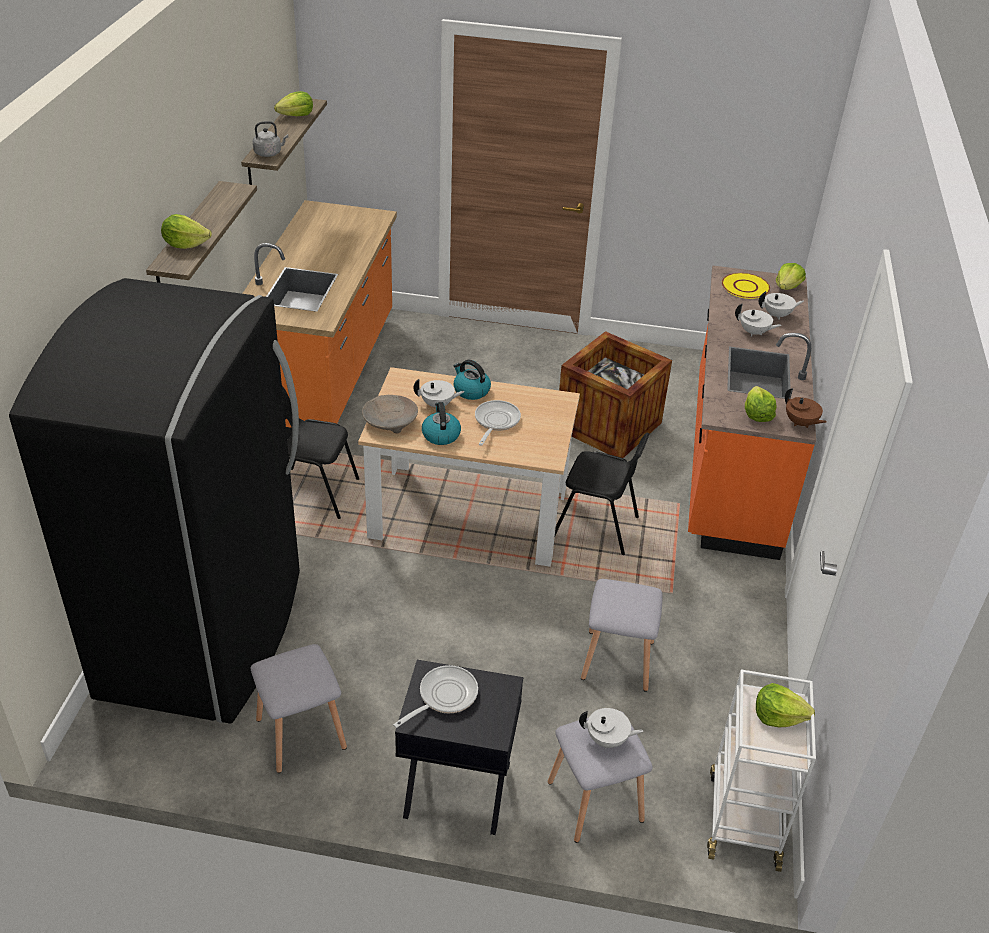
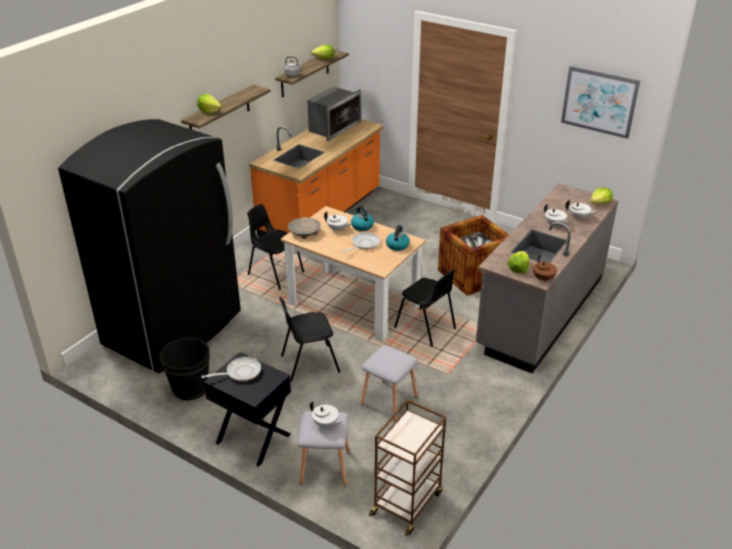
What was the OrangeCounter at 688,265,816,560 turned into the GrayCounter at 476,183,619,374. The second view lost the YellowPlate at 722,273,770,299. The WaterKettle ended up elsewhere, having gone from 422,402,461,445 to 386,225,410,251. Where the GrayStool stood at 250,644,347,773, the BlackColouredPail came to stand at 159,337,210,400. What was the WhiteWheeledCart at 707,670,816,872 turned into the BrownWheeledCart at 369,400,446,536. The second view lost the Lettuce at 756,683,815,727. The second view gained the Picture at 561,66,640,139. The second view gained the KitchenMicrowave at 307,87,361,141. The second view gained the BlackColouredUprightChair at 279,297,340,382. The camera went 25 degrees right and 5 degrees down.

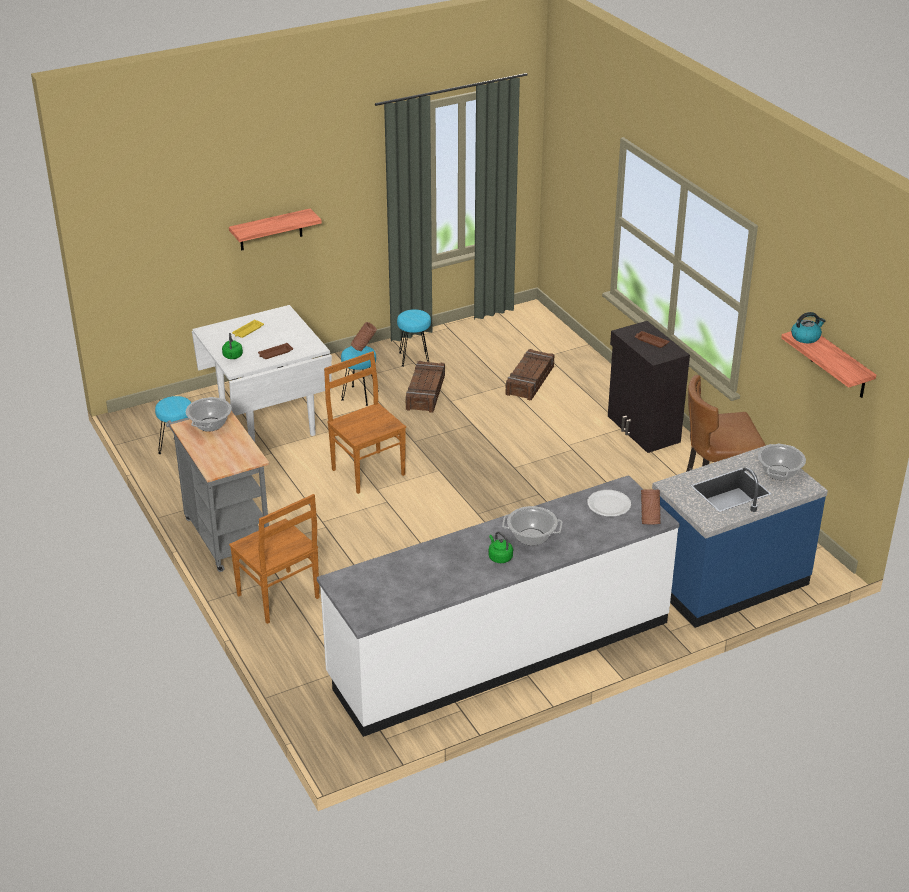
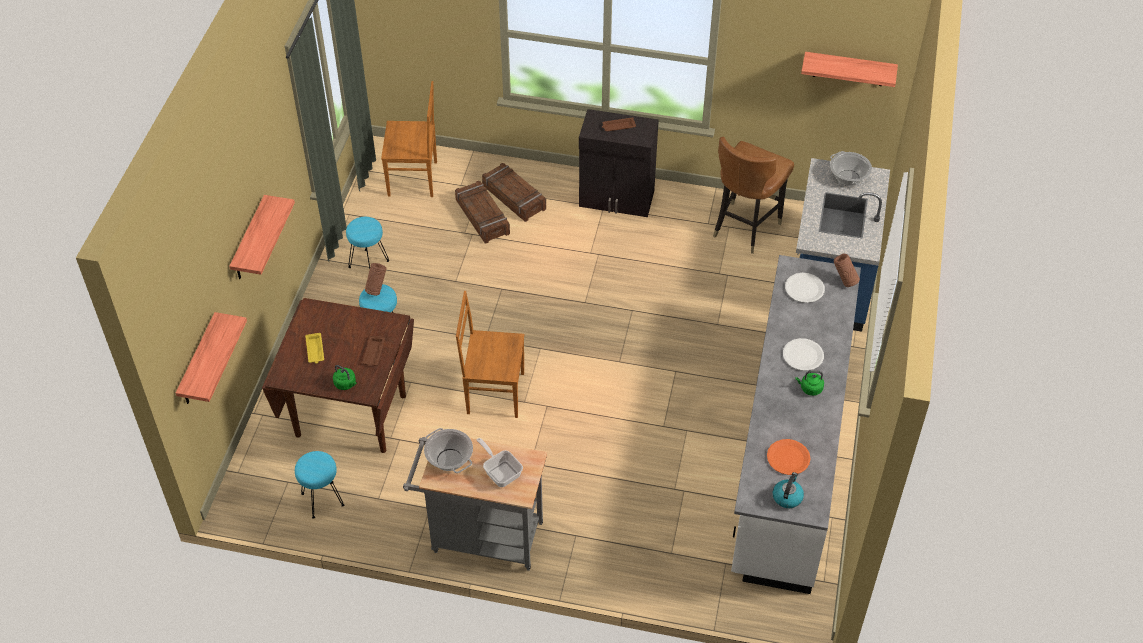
What was the WhiteKitchenTable at 192,305,332,442 turned into the BrownKitchenTable at 262,298,414,453. The WaterKettle ended up elsewhere, having gone from 791,312,825,343 to 773,472,804,508. The Crate ended up elsewhere, having gone from 406,361,445,413 to 482,163,546,222. The BrownUprightChair ended up elsewhere, having gone from 229,494,319,624 to 381,81,437,197. Where the CookingPot stood at 502,506,562,546, the WhitePlate came to stand at 783,338,824,371. The second view gained the BracketShelf at 176,312,247,404. The second view gained the FryingPan at 477,438,523,487. The second view gained the OrangePlate at 767,439,811,475. The camera went 50 degrees left and 15 degrees up.

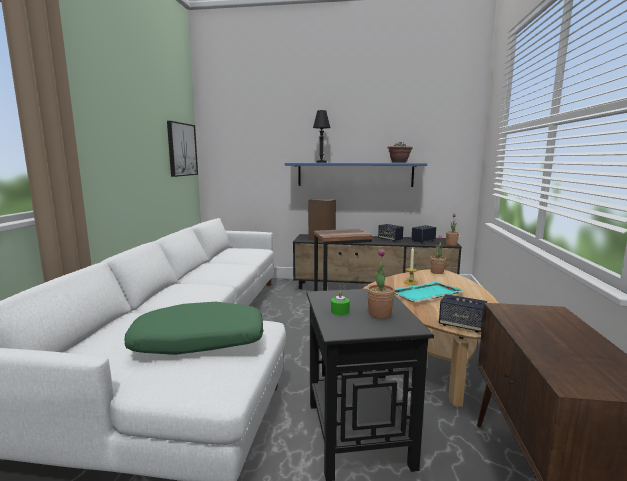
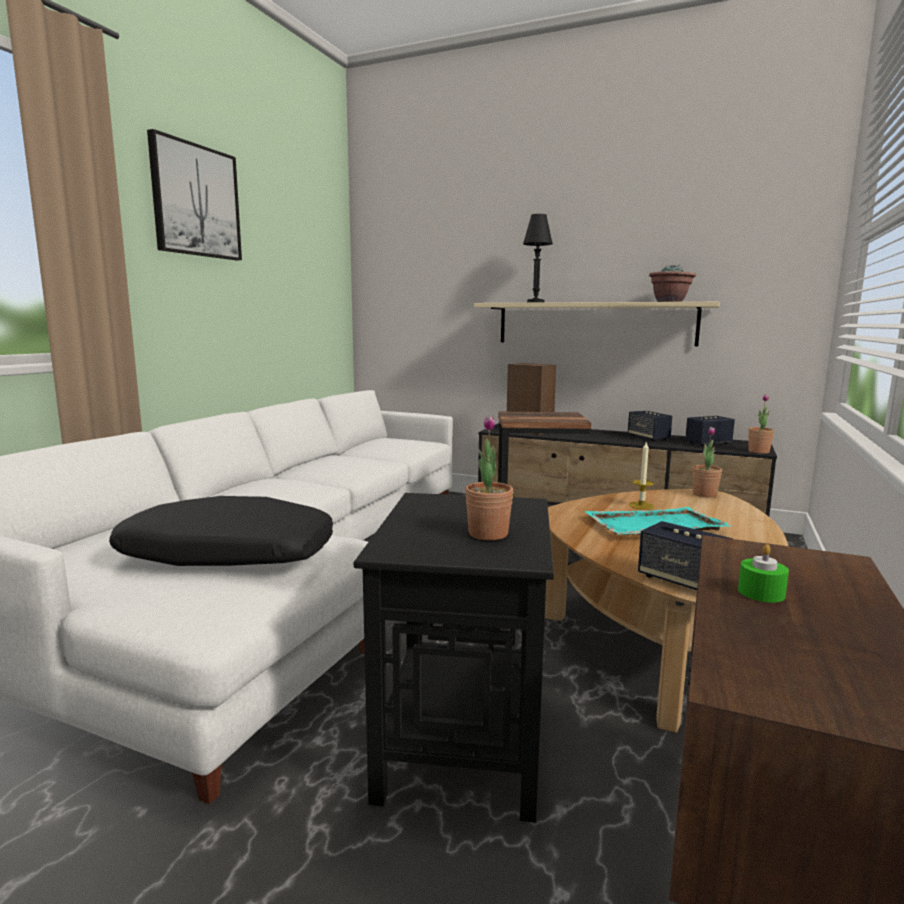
The Picture ended up elsewhere, having gone from 167,121,198,177 to 147,129,242,260. What was the BlueColouredBracketShelf at 285,163,427,187 turned into the SandColouredBracketShelf at 474,302,719,346. The GreenishWaxCandle ended up elsewhere, having gone from 331,291,350,315 to 738,544,789,603. What was the GreenishThrowPillow at 125,302,264,355 turned into the BlackColouredThrowPillow at 109,496,333,566. The camera went 15 degrees right and 0 degrees up.

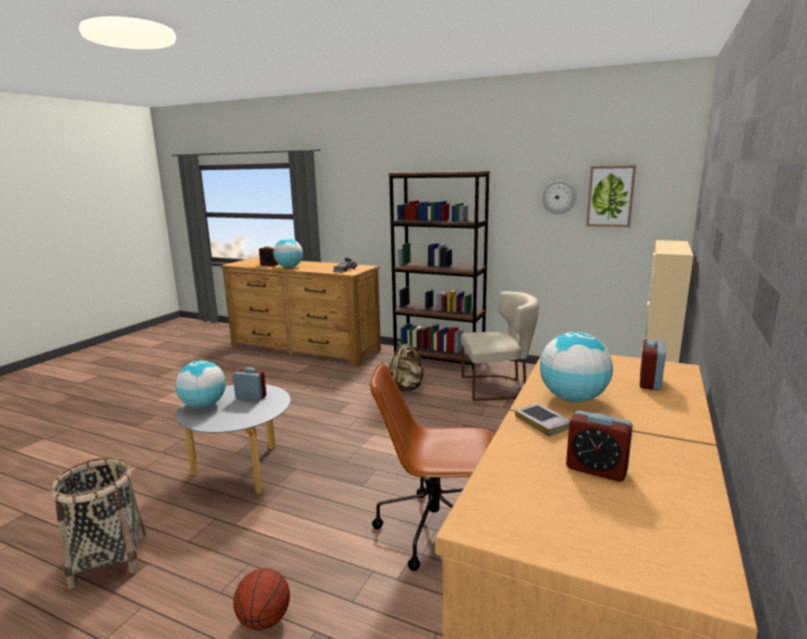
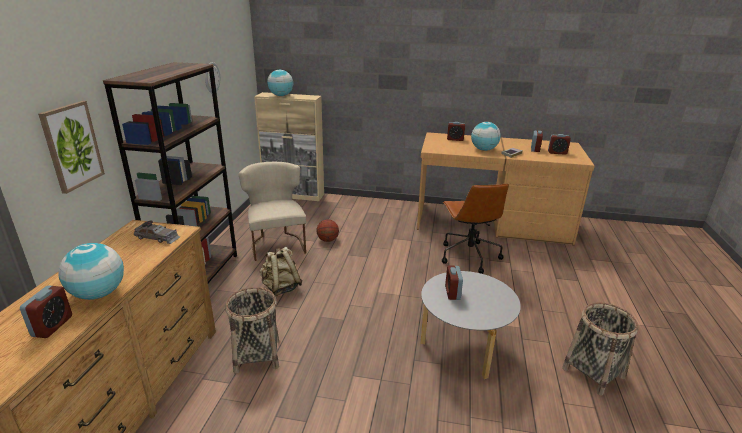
The Picture ended up elsewhere, having gone from 586,165,636,227 to 38,101,105,194. The DeskGlobe ended up elsewhere, having gone from 175,360,226,408 to 267,70,293,96. The BallForBasketball ended up elsewhere, having gone from 233,568,290,630 to 316,219,339,242. The second view gained the BedsideClock at 548,134,571,155. The second view gained the HouseholdBasket at 225,287,279,374. The camera went 105 degrees left and 10 degrees up.

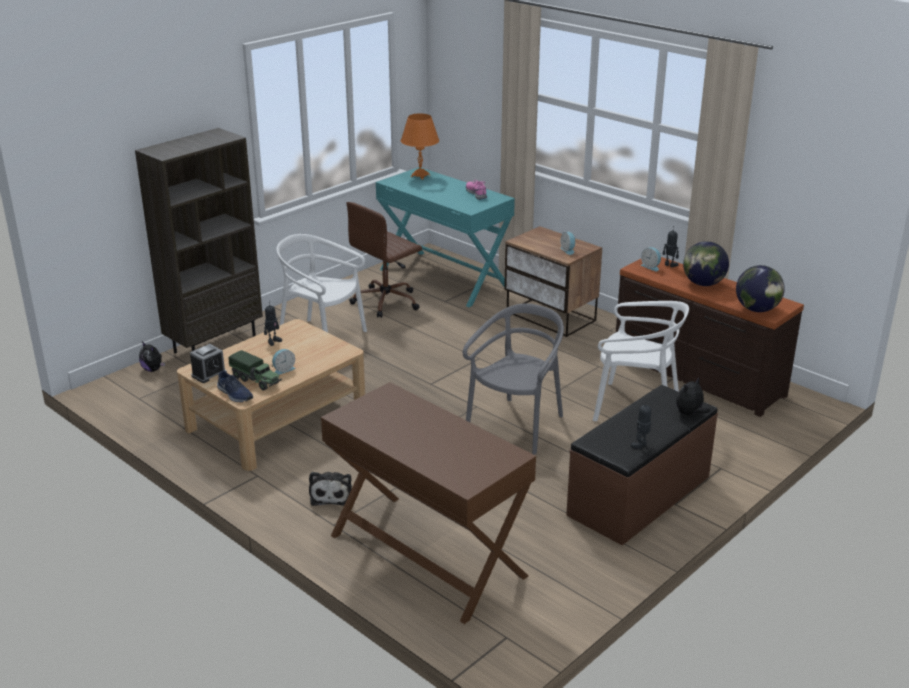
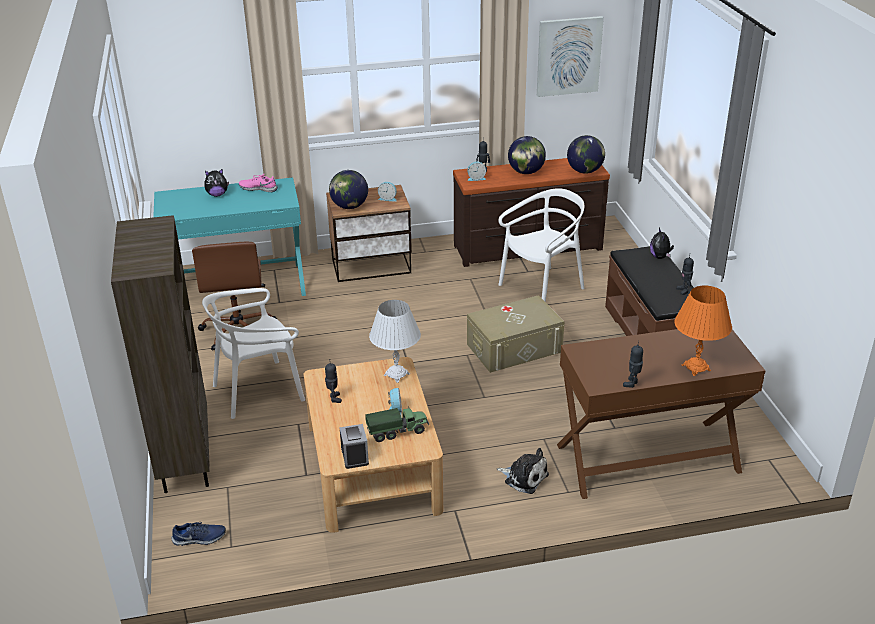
The OrangeLampForATable ended up elsewhere, having gone from 401,113,439,180 to 674,286,732,376. Where the GrayUprightChair stood at 463,303,564,455, the SandColouredStorageBin came to stand at 467,295,565,373. The PlushToy ended up elsewhere, having gone from 139,341,165,372 to 204,169,229,197. The BlueColouredLowShoe ended up elsewhere, having gone from 217,370,253,402 to 172,522,226,546. The second view gained the Picture at 537,16,604,97. The second view gained the DeskGlobe at 329,170,368,209. The second view gained the WhiteLampForATable at 369,300,421,383. The second view gained the RobotFigure at 623,345,643,388. The camera went 55 degrees left and 5 degrees up.

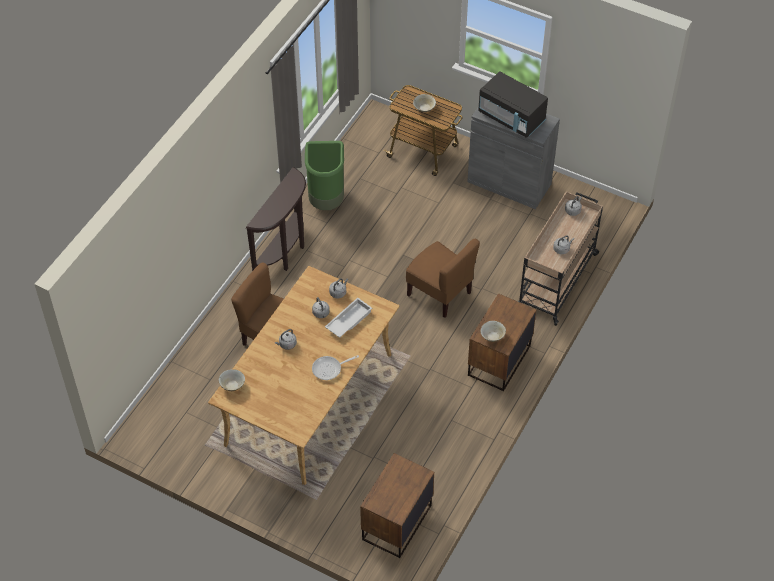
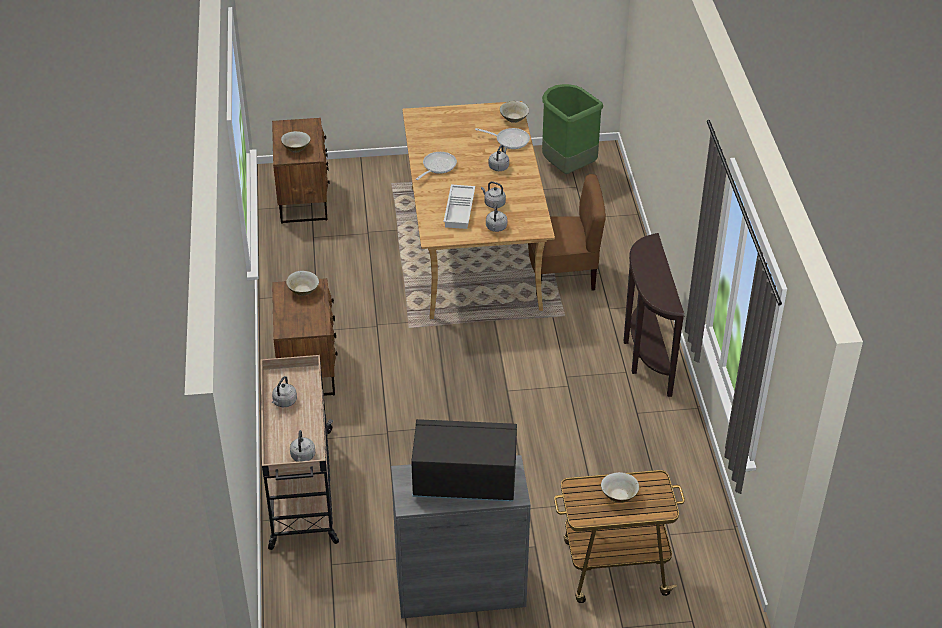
The GreenishRubbishBin ended up elsewhere, having gone from 305,141,344,210 to 542,84,603,174. The second view lost the BrownUprightChair at 406,239,480,318. The second view gained the FryingPan at 475,128,530,149. The second view gained the SandColouredDeepDish at 281,131,311,152. The camera went 145 degrees right and 10 degrees down.

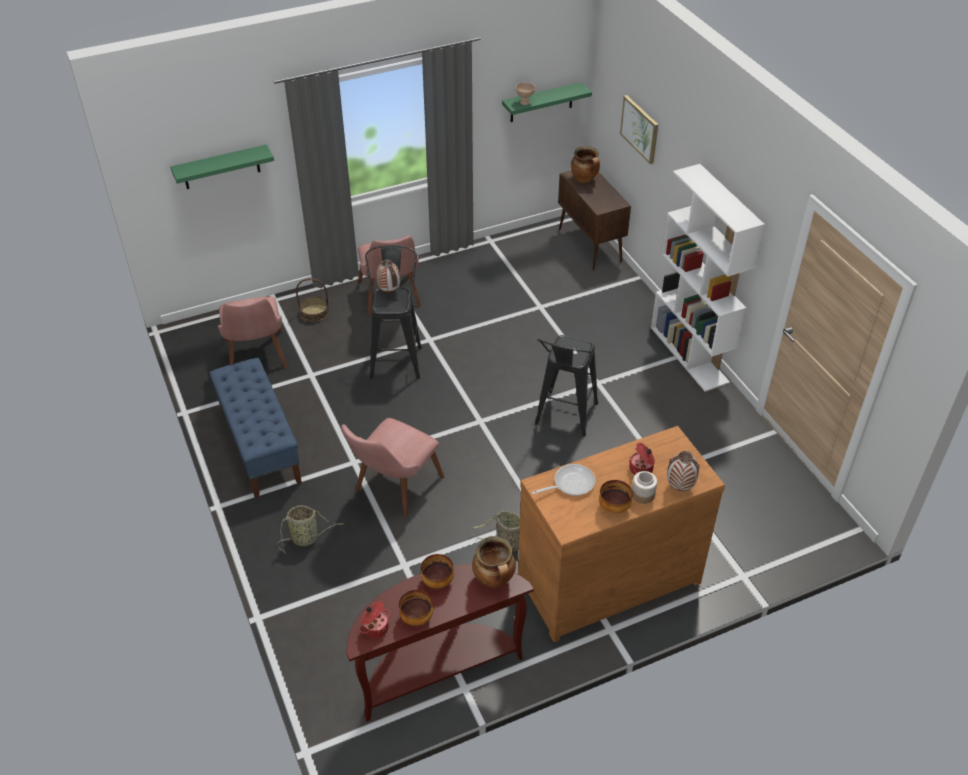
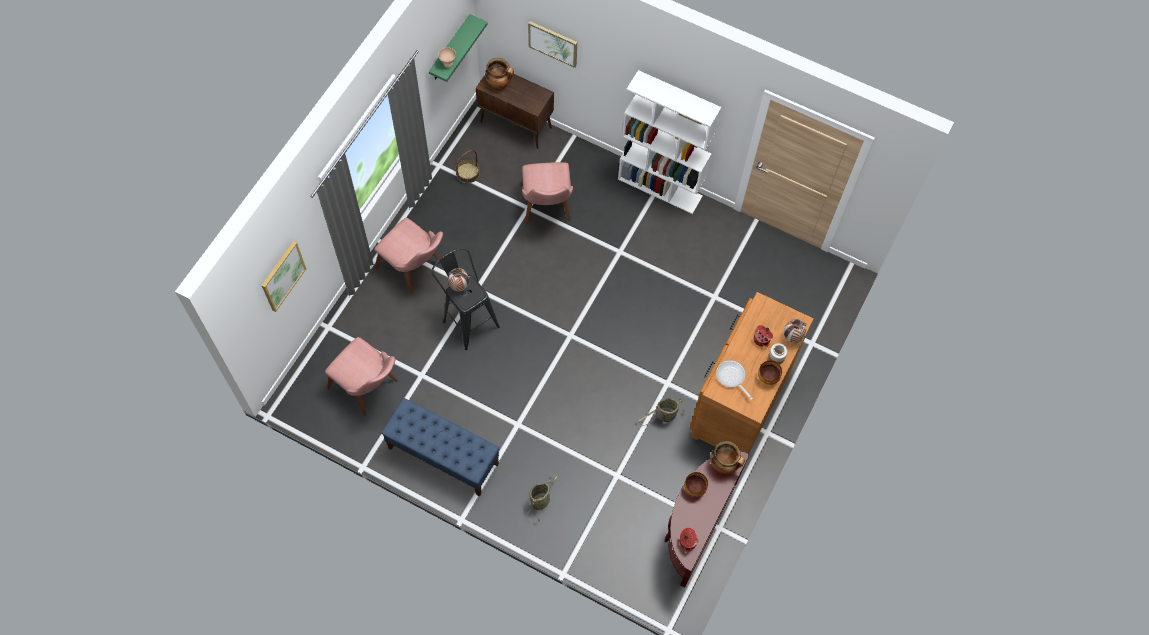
Where the GreenishBracketShelf hung at 170,144,274,189, the Picture came to hang at 261,241,306,312. The HouseholdBasket ended up elsewhere, having gone from 296,278,329,322 to 455,150,480,183. The second view lost the BlackColouredStool at 535,335,598,436. The PinkishUprightChair ended up elsewhere, having gone from 341,418,444,517 to 520,162,573,224. The FryingPan at 532,464,595,496 ended up facing another way, 60 degrees counterclockwise from before. The second view lost the DeepDish at 399,590,433,626. The camera went 40 degrees left and 20 degrees up.

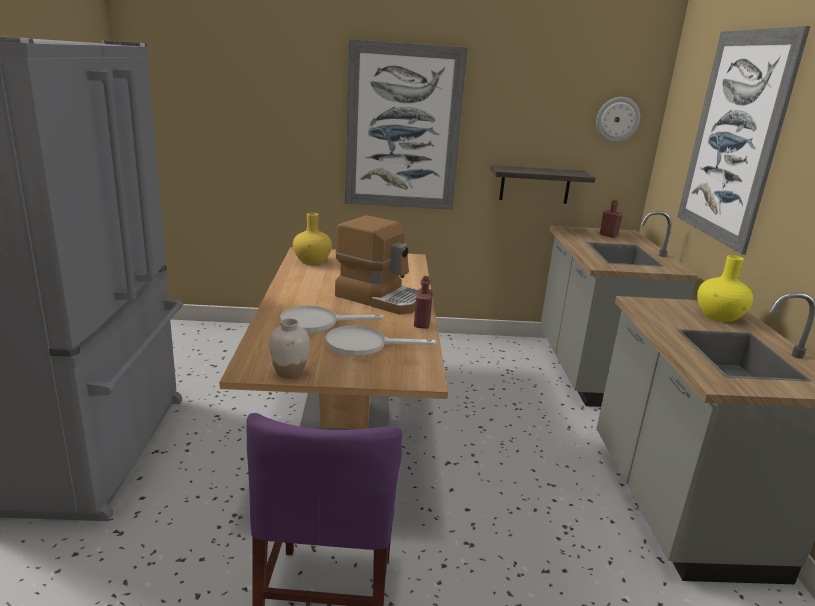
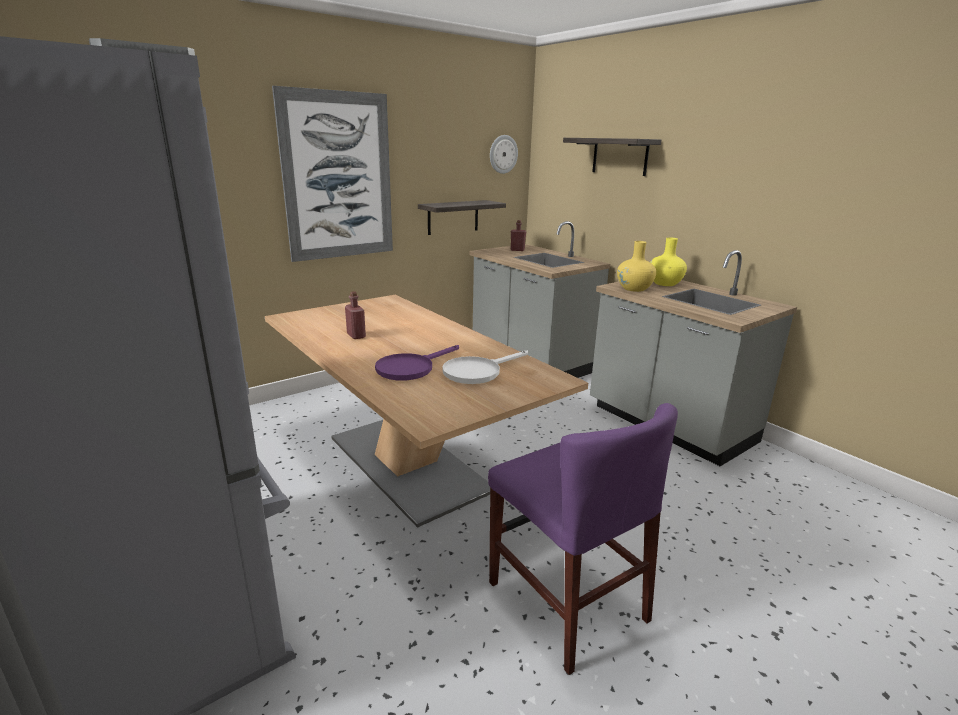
Where the Picture hung at 677,26,810,255, the BracketShelf came to hang at 563,138,661,176. The YellowVase ended up elsewhere, having gone from 293,213,332,264 to 617,241,656,292. The second view lost the CoffeeMaker at 335,215,418,315. The RedColouredDrinkBottle ended up elsewhere, having gone from 414,276,433,329 to 345,291,366,339. What was the WhiteFryingPan at 280,306,384,333 turned into the PurpleColouredFryingPan at 375,345,459,381. The second view lost the WhiteVase at 269,318,310,379. The camera went 35 degrees left and 0 degrees up.

